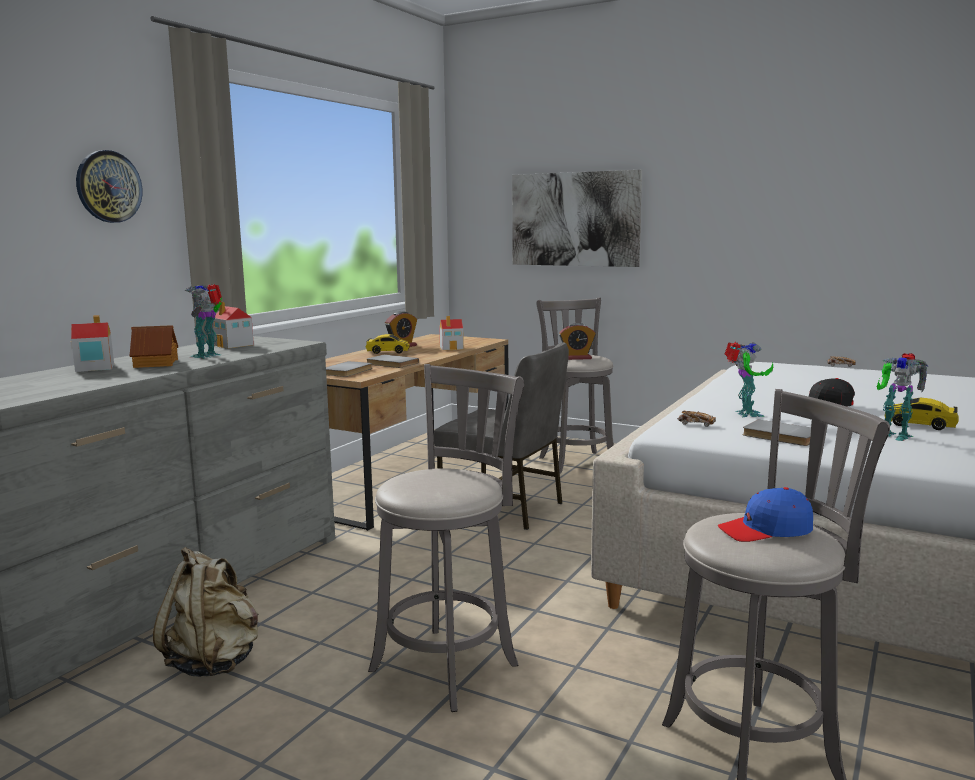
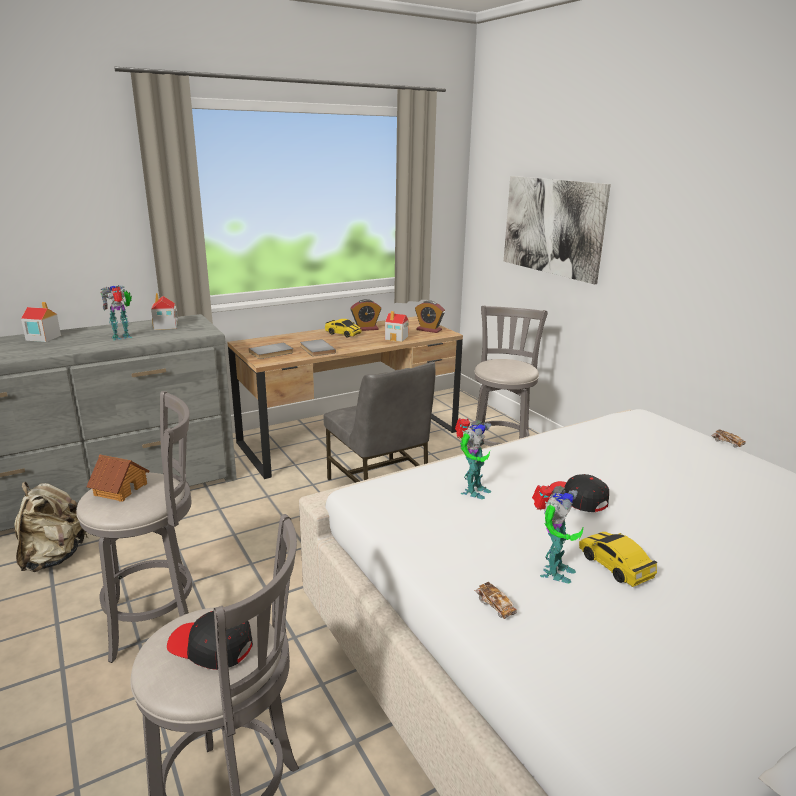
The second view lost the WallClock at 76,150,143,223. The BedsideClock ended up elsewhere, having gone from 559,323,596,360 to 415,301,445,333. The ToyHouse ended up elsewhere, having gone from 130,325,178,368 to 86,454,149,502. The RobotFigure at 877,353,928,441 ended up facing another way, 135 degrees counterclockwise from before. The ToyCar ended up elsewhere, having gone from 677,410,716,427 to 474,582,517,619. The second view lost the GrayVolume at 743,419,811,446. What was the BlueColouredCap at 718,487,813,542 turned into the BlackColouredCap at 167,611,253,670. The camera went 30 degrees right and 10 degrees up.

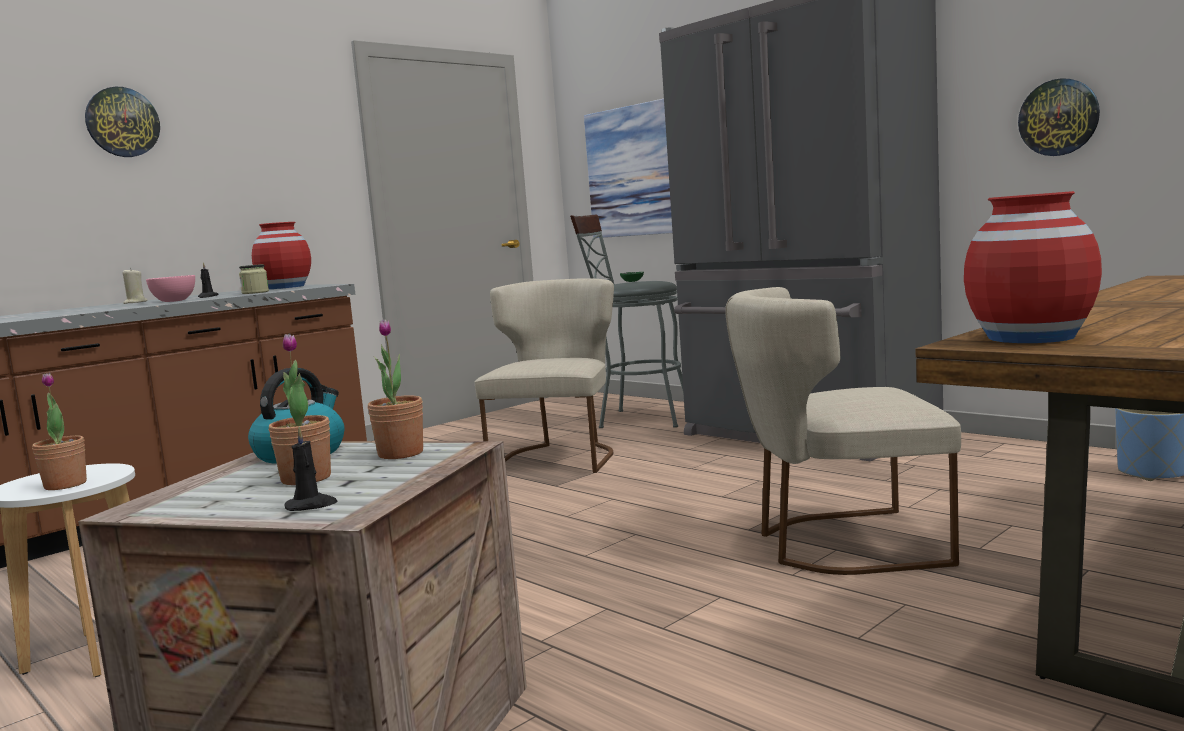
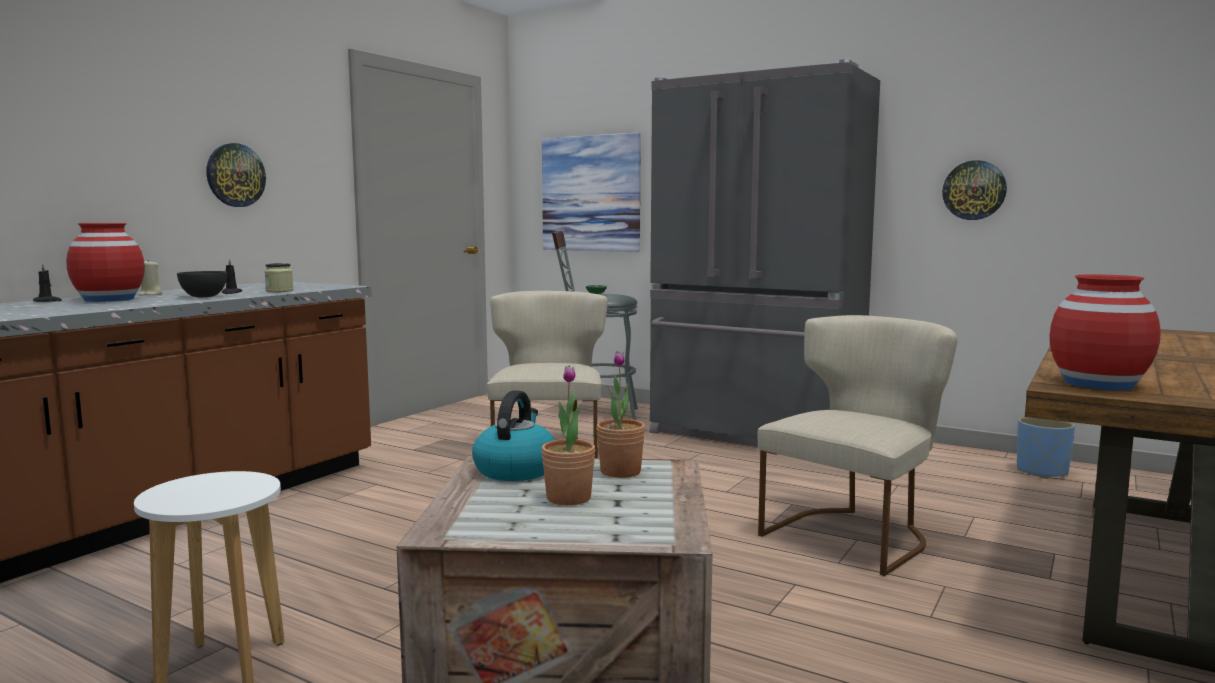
The WallClock ended up elsewhere, having gone from 85,87,160,157 to 206,143,266,207. The RedColouredVase ended up elsewhere, having gone from 252,222,311,289 to 66,223,145,302. What was the PinkishDeepDish at 146,275,195,302 turned into the GrayDeepDish at 177,271,227,297. The SandColouredUprightChair at 725,287,961,575 ended up facing another way, 150 degrees clockwise from before. The second view lost the PottedPlant at 32,372,87,490. The BlackColouredWaxCandle ended up elsewhere, having gone from 285,427,337,511 to 33,263,62,302. The camera went 15 degrees left and 0 degrees up.

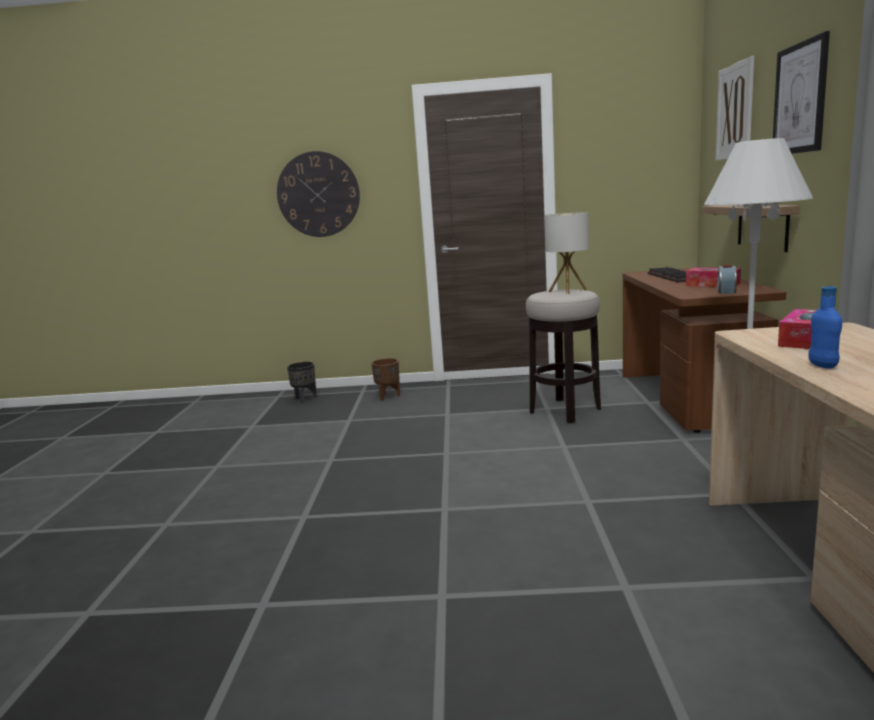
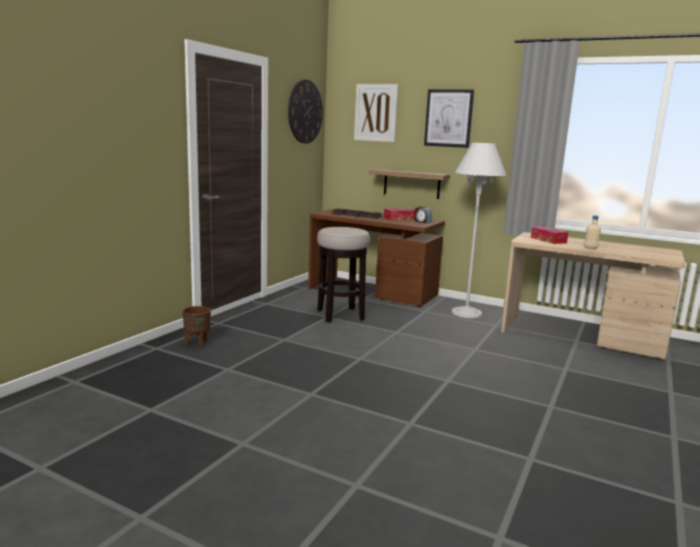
The WallClock ended up elsewhere, having gone from 277,151,360,237 to 288,80,323,144. The second view lost the LampForATable at 545,212,589,294. What was the BlueColouredDrinkBottle at 808,286,842,369 turned into the SandColouredDrinkBottle at 584,215,601,249. The second view lost the BlackColouredPlantPot at 287,362,317,403. The camera went 65 degrees left and 0 degrees up.

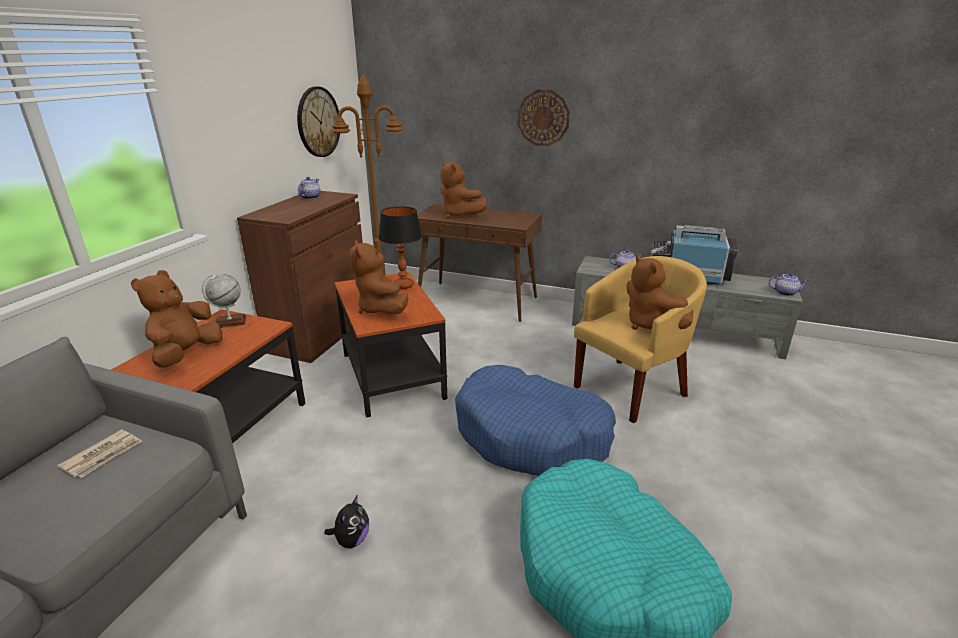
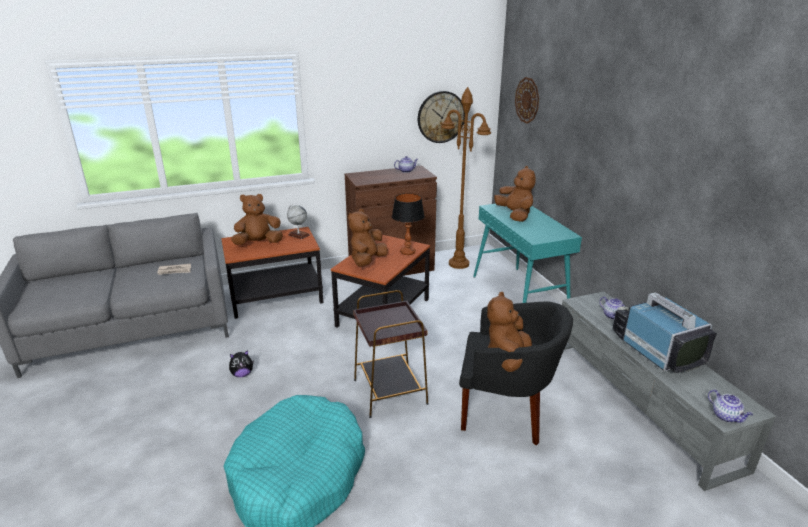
The WallClock ended up elsewhere, having gone from 517,90,570,146 to 515,77,539,124. The BrownPlushToy at 440,162,487,218 ended up facing another way, 150 degrees clockwise from before. What was the BrownHallTable at 417,203,542,322 turned into the TurquoiseColouredHallTable at 473,204,582,303. What was the YellowArmchair at 574,256,707,423 turned into the BlackColouredArmchair at 459,302,573,446. Where the BlueColouredDogCushion stood at 455,365,616,476, the BrownAccentTable came to stand at 353,290,428,418. The camera went 50 degrees right and 0 degrees up.

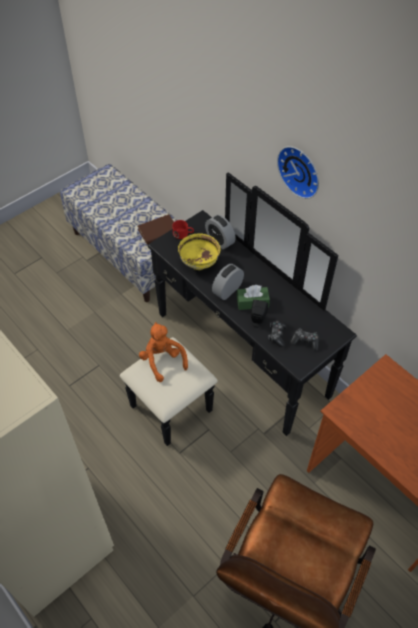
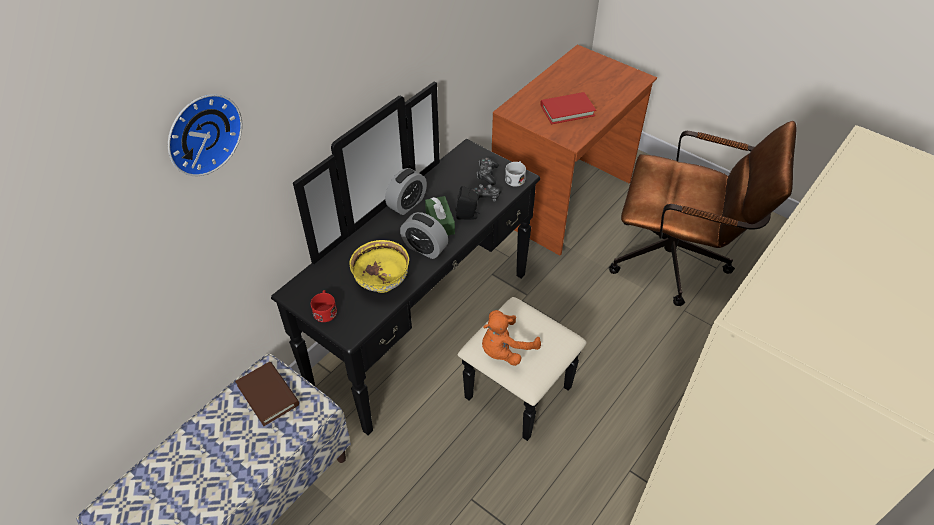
The WallClock ended up elsewhere, having gone from 277,146,319,199 to 168,94,242,176. The BedsideClock ended up elsewhere, having gone from 205,215,236,249 to 385,168,427,215. The second view gained the RedColouredVolume at 540,92,596,124. The second view gained the WhiteMug at 505,161,526,187. The camera went 100 degrees left and 5 degrees down.

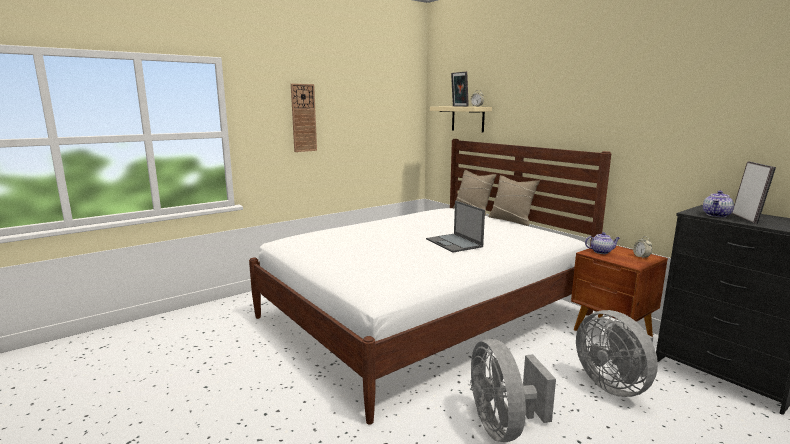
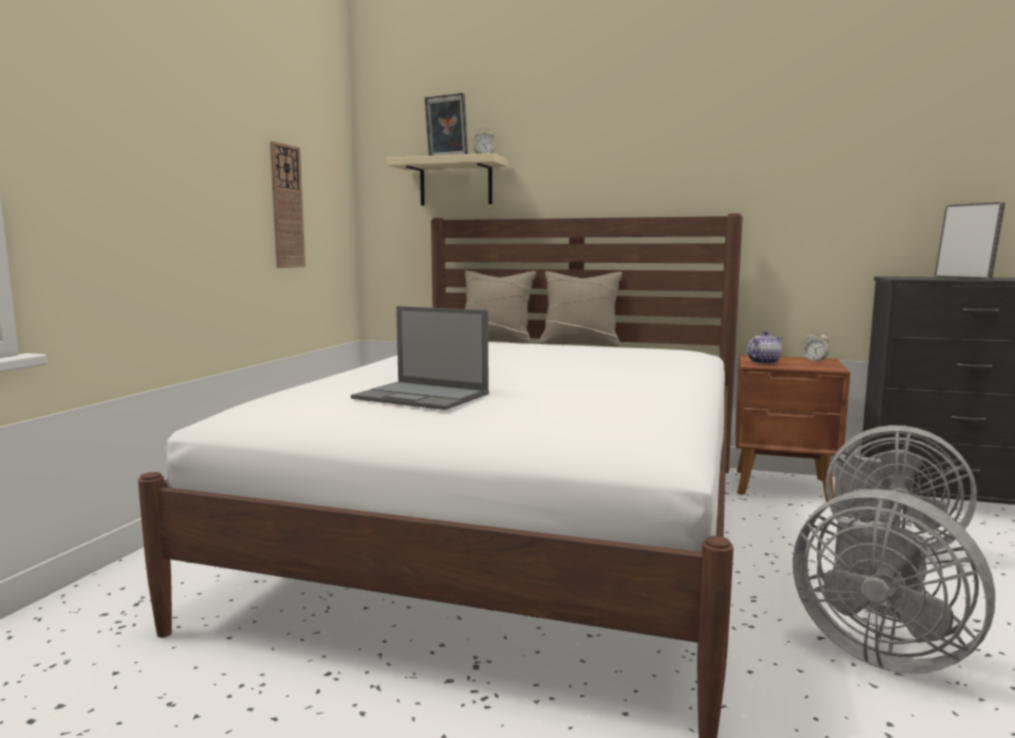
The WallClock ended up elsewhere, having gone from 291,84,317,152 to 270,141,306,268. The second view lost the Teapot at 703,191,734,217. The Laptop ended up elsewhere, having gone from 426,201,485,252 to 351,306,489,410. The camera went 35 degrees left and 5 degrees down.

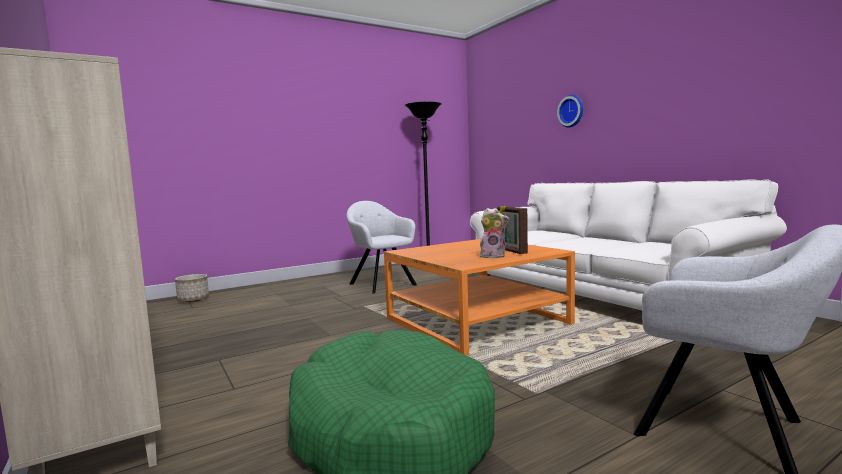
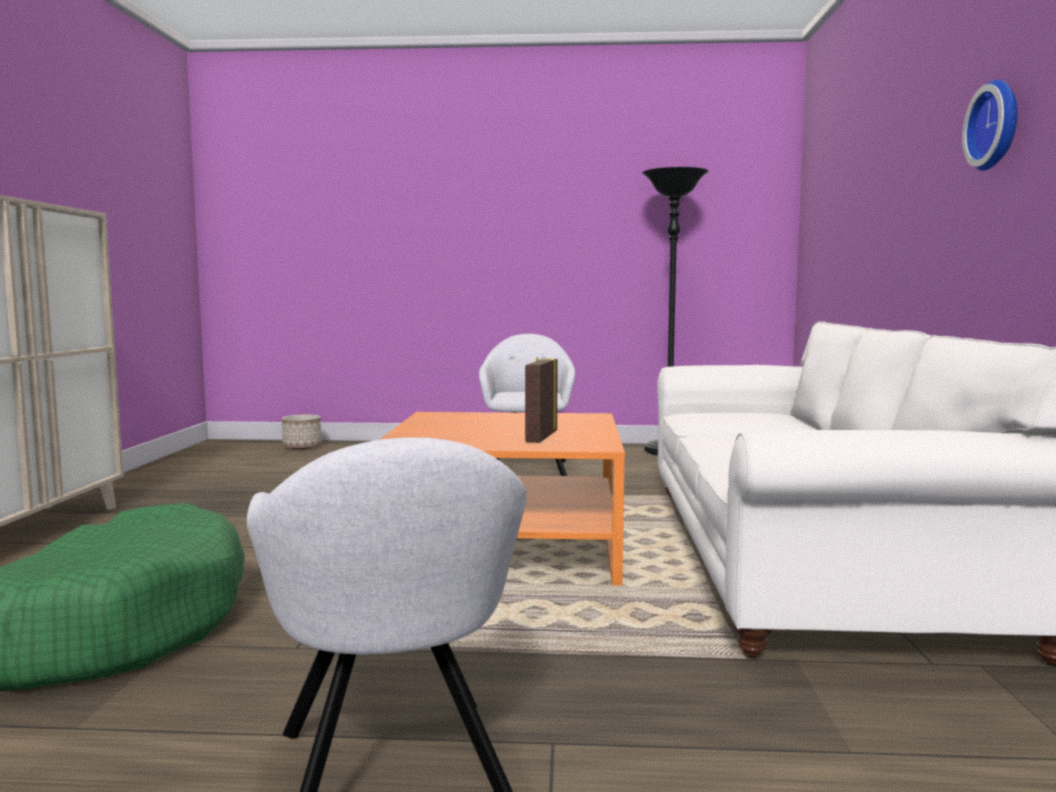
The WallClock ended up elsewhere, having gone from 557,95,583,127 to 962,79,1018,171. The second view lost the PlushToy at 480,208,509,258. The camera went 35 degrees right and 0 degrees up.

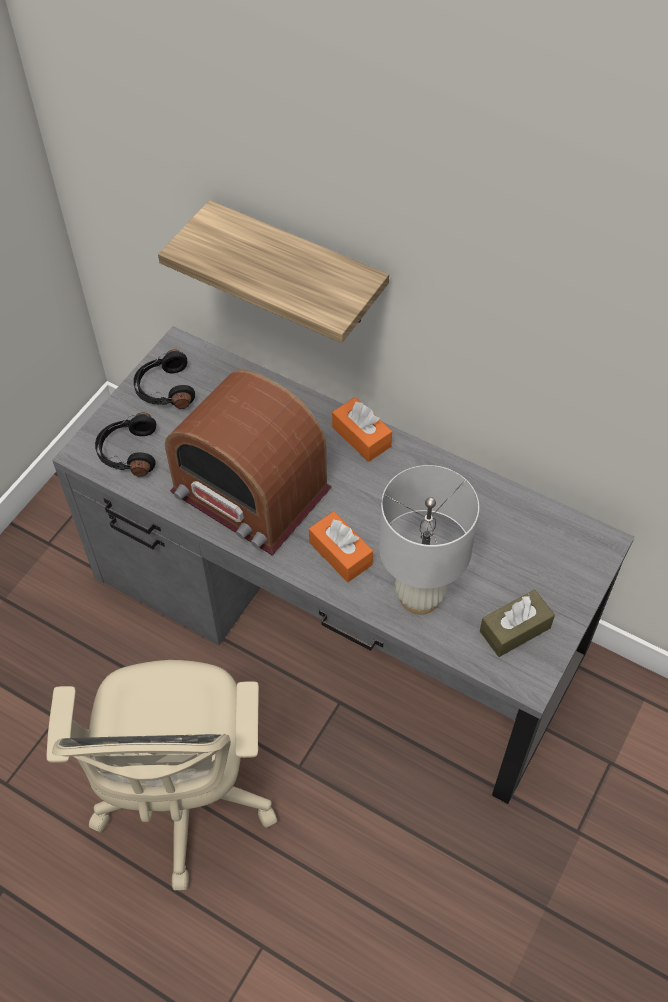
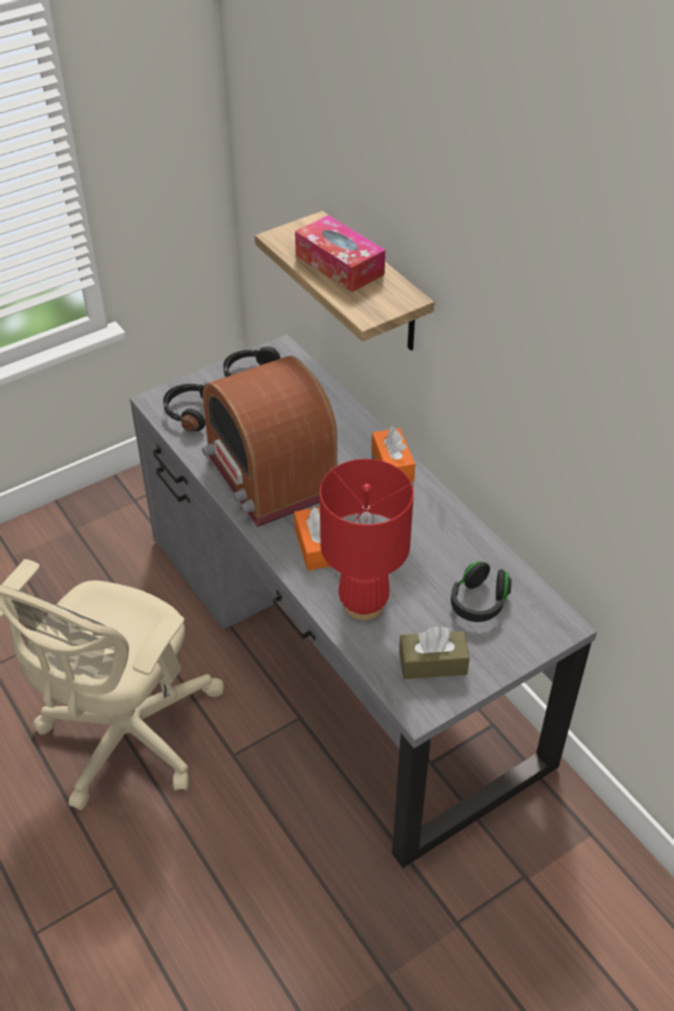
What was the WhiteLampForATable at 379,465,479,614 turned into the RedColouredLampForATable at 320,459,414,620. The second view gained the TissueHolder at 295,215,385,292. The second view gained the BlackColouredHeadphones at 451,561,512,622. The camera went 25 degrees right and 10 degrees down.

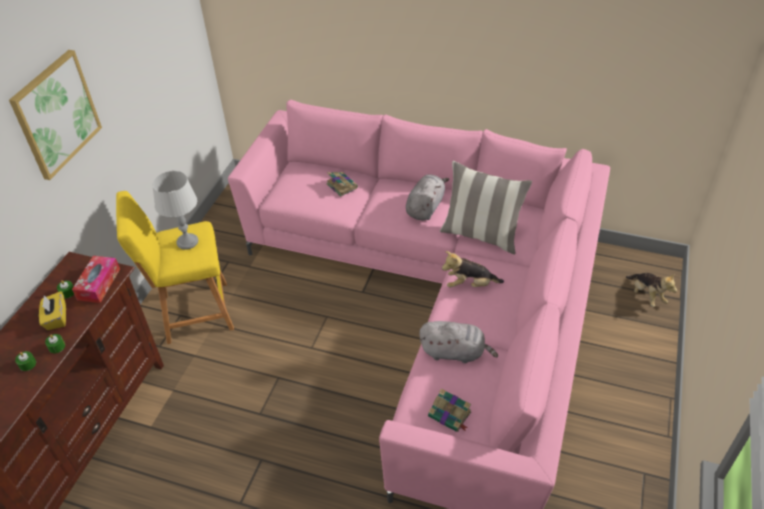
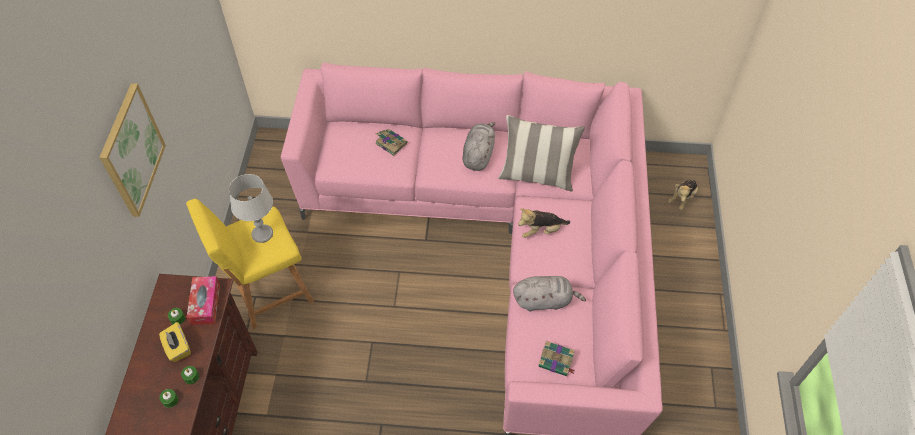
The PlushToy at 626,273,677,307 ended up facing another way, 75 degrees clockwise from before. The camera went 15 degrees left and 10 degrees up.

